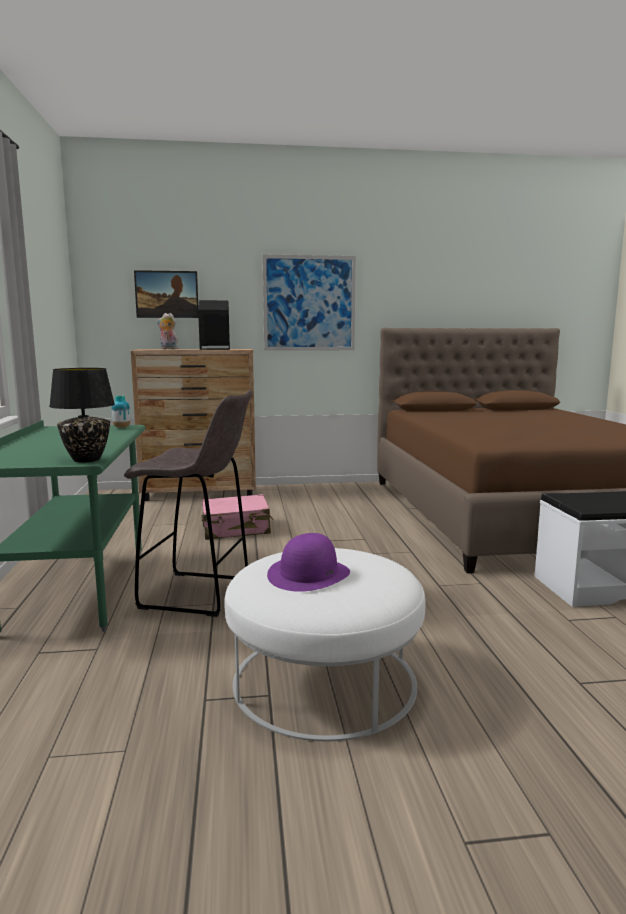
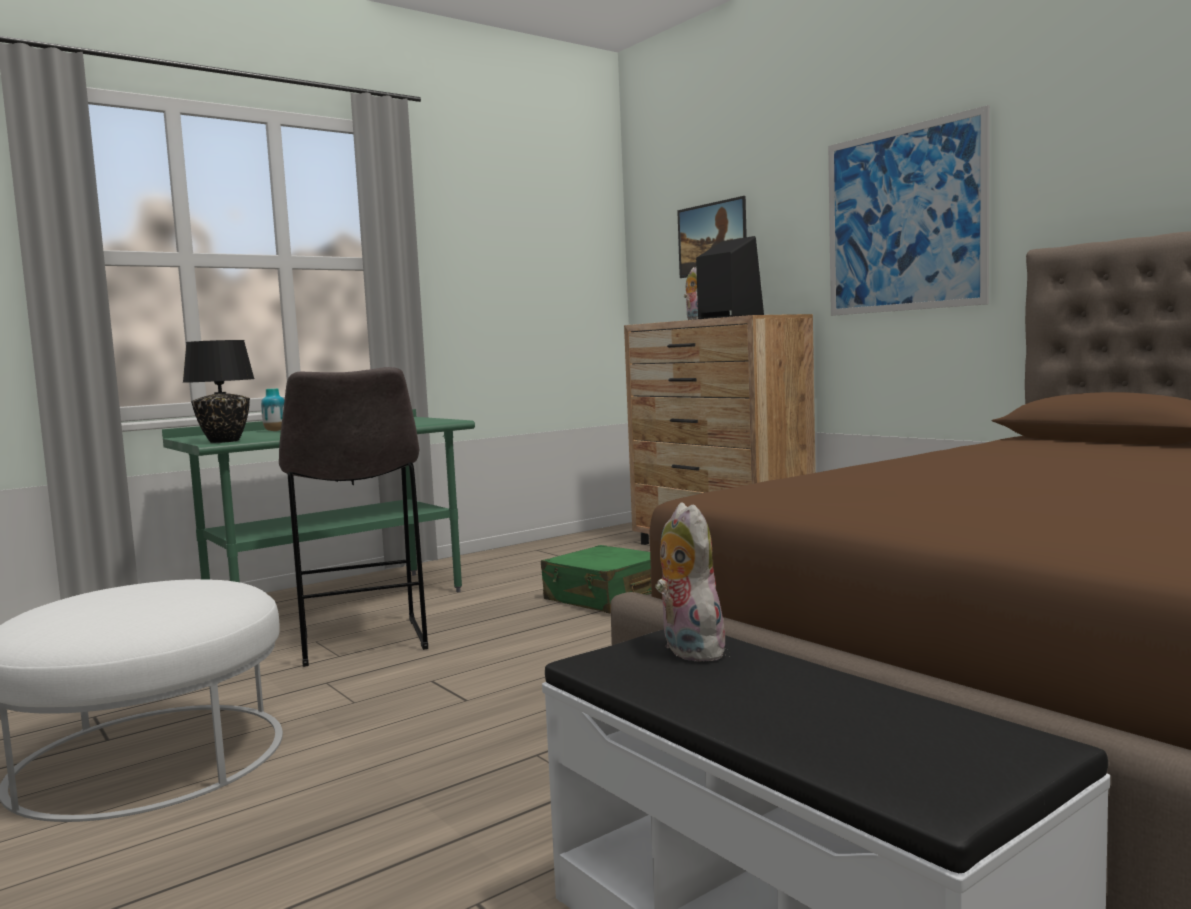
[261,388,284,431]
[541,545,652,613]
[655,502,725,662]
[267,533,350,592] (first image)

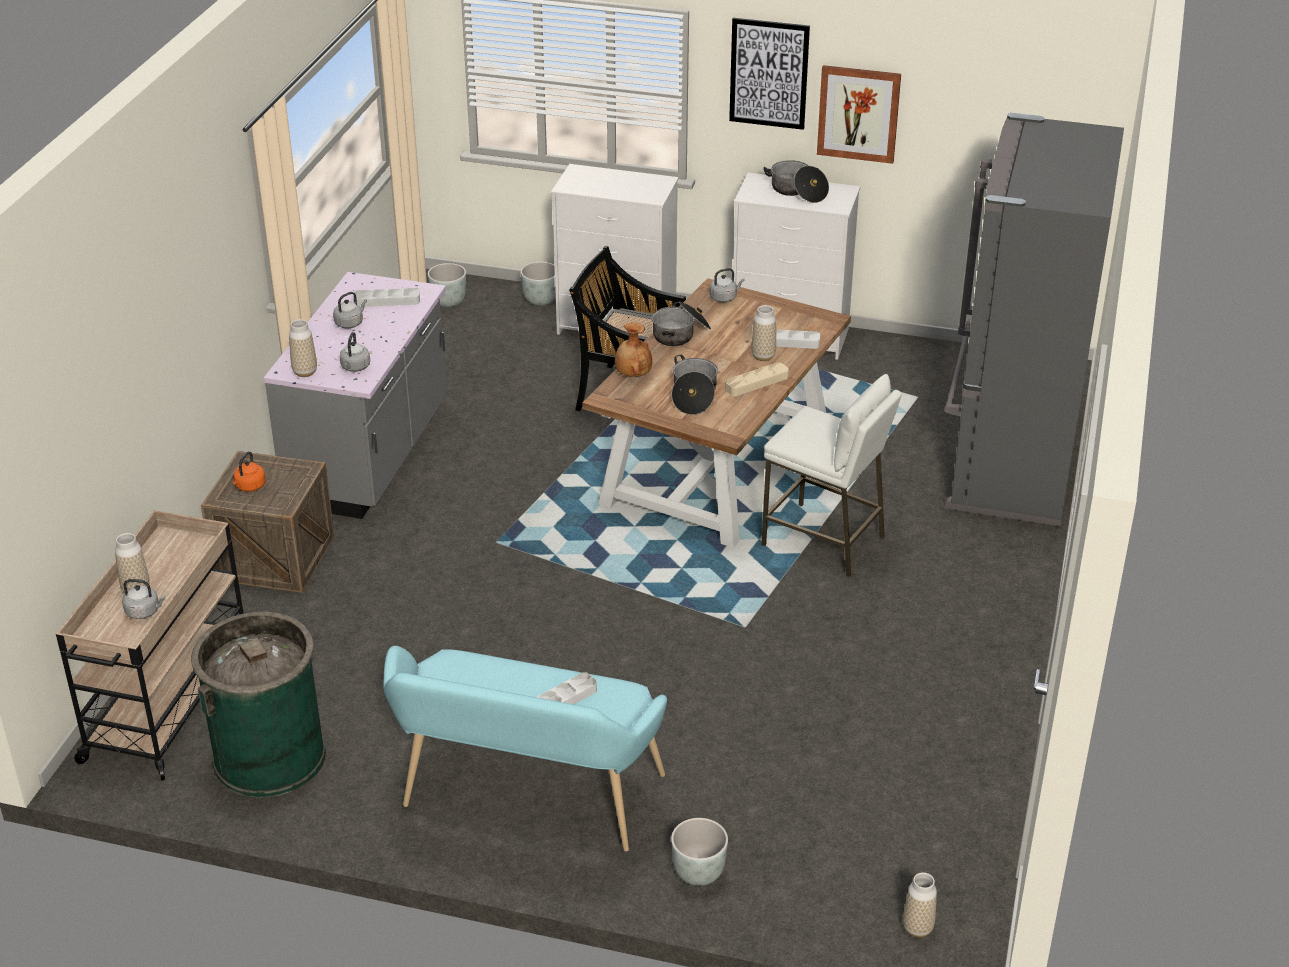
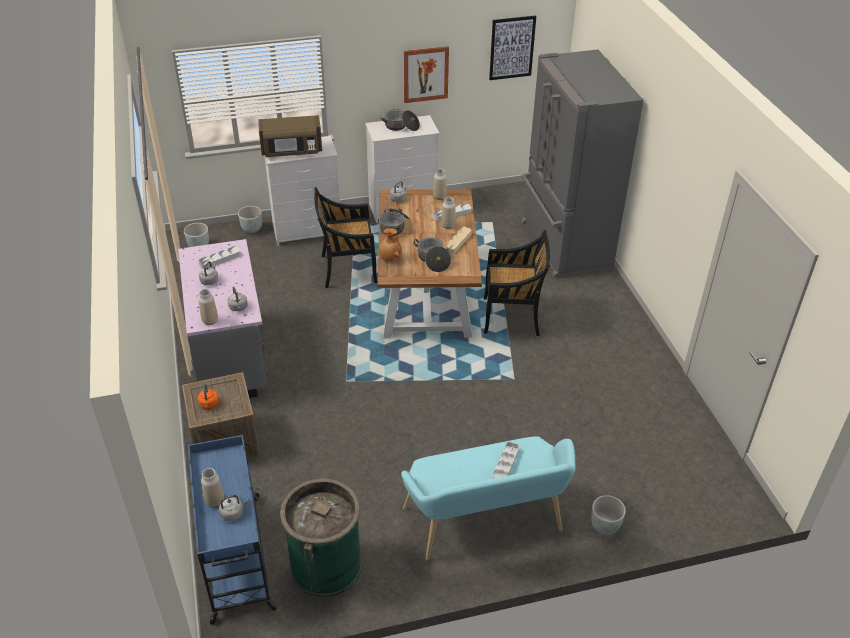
[188,435,276,625]
[258,115,322,157]
[433,168,447,200]
[484,230,550,336]
[489,16,536,80]

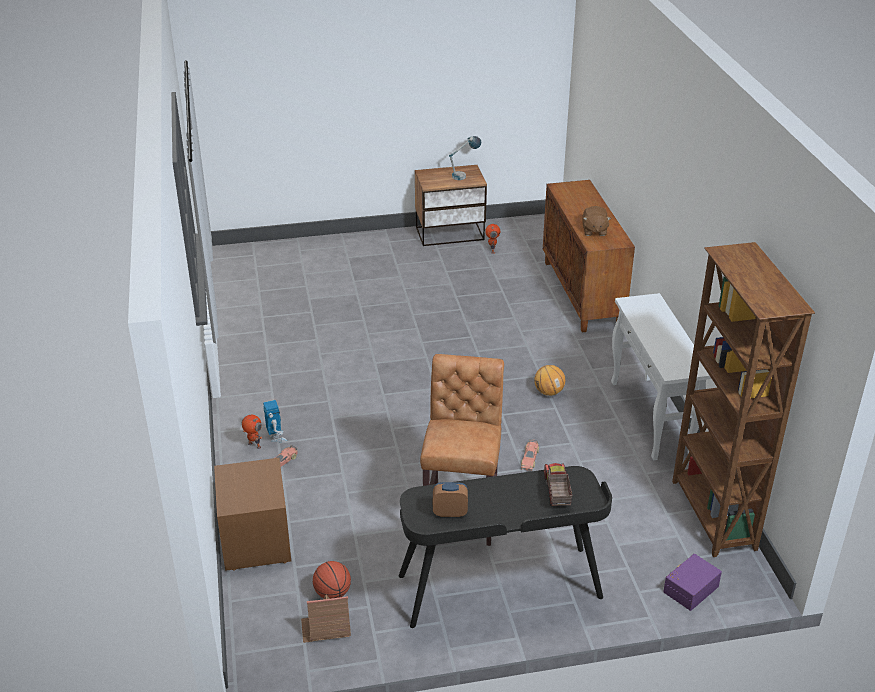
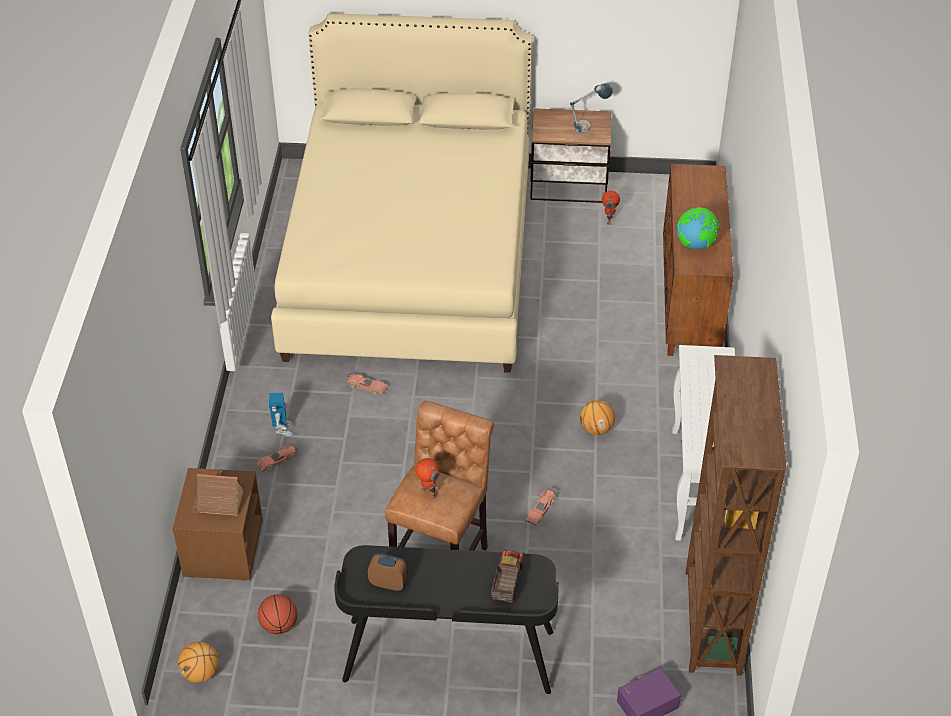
[178,641,219,683]
[192,470,244,516]
[271,13,533,373]
[347,373,387,395]
[416,458,440,498]
[677,207,719,249]

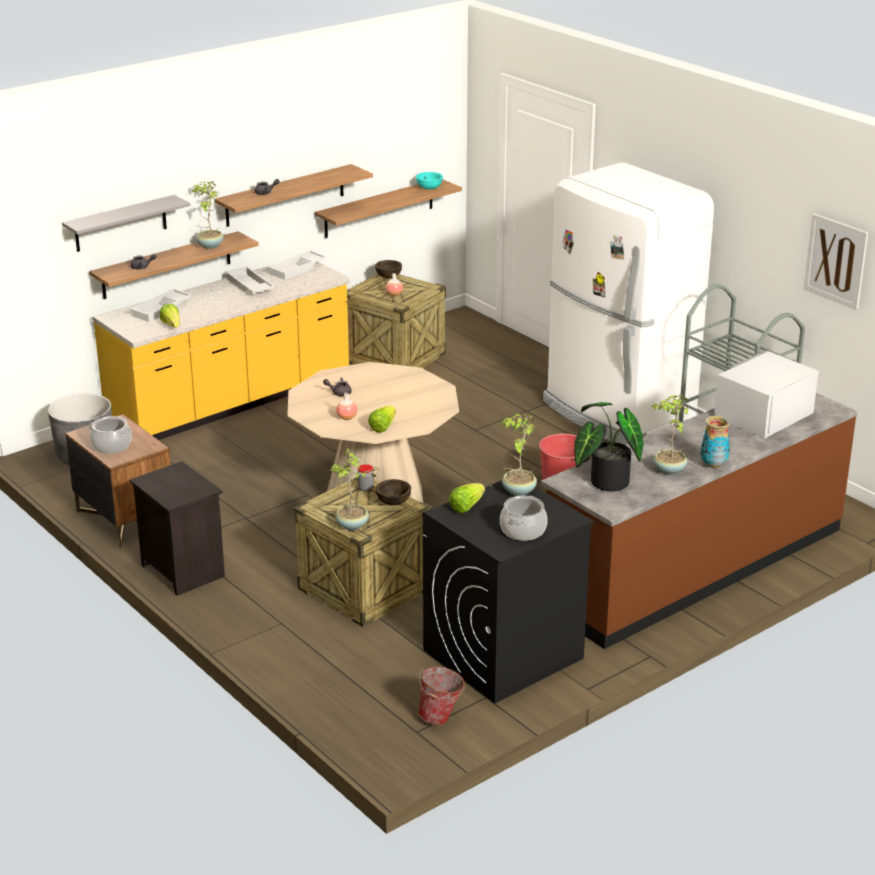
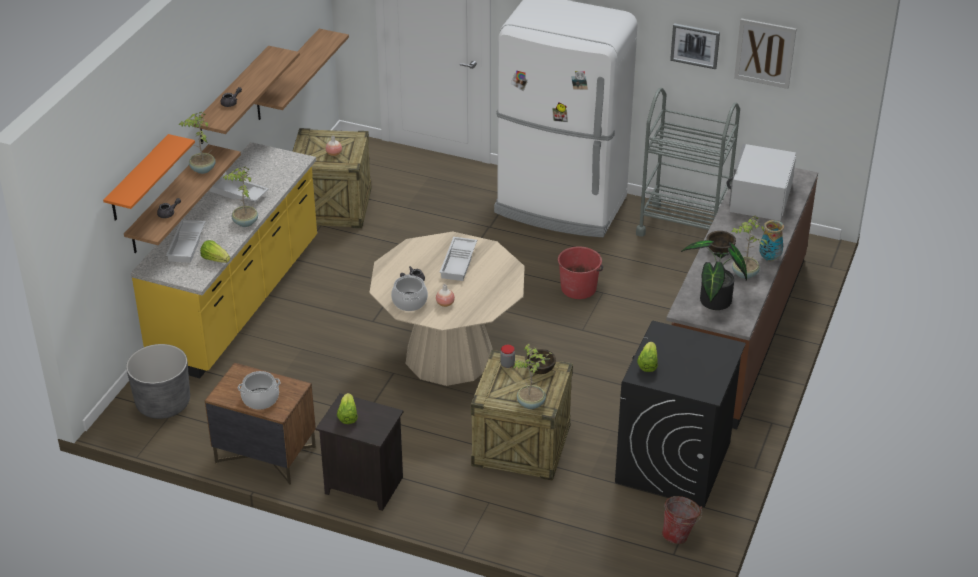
[103,134,195,221]
[223,166,258,227]
[337,393,358,424]
[391,274,428,311]
[439,237,477,281]
[670,23,720,69]
[706,231,736,253]
[416,172,443,189] (first image)

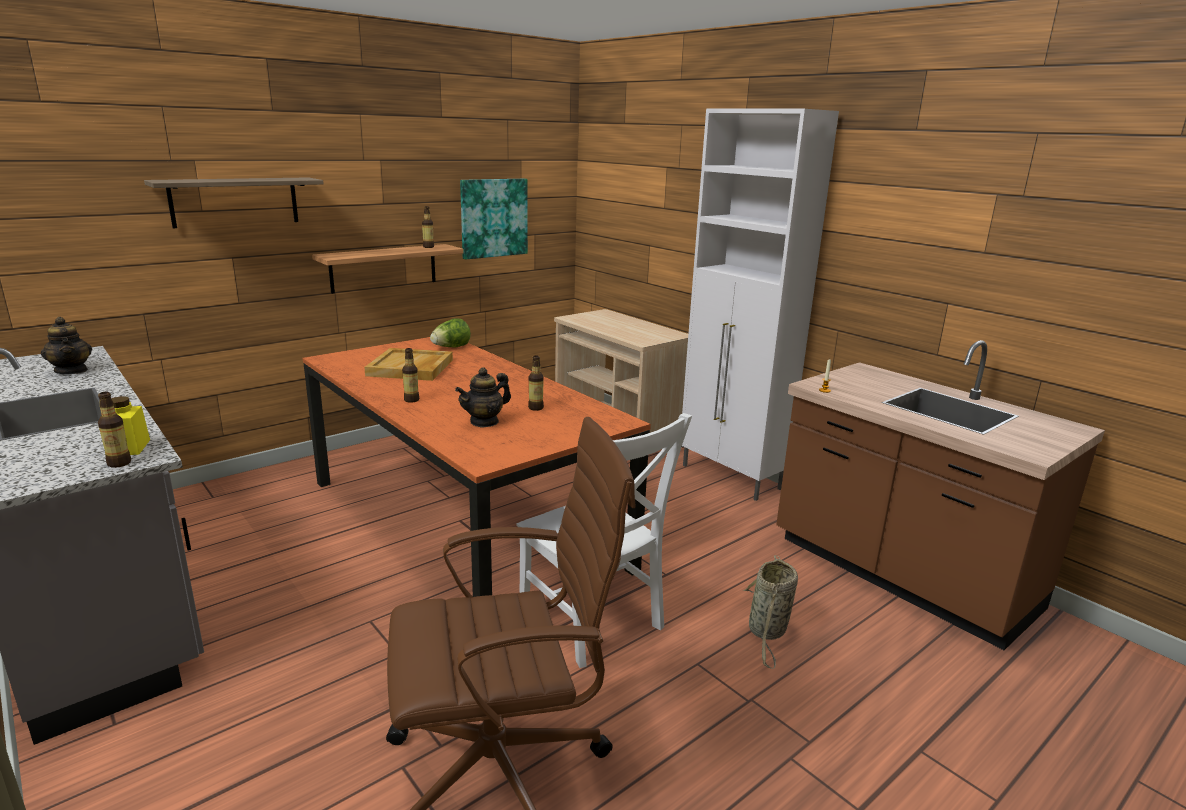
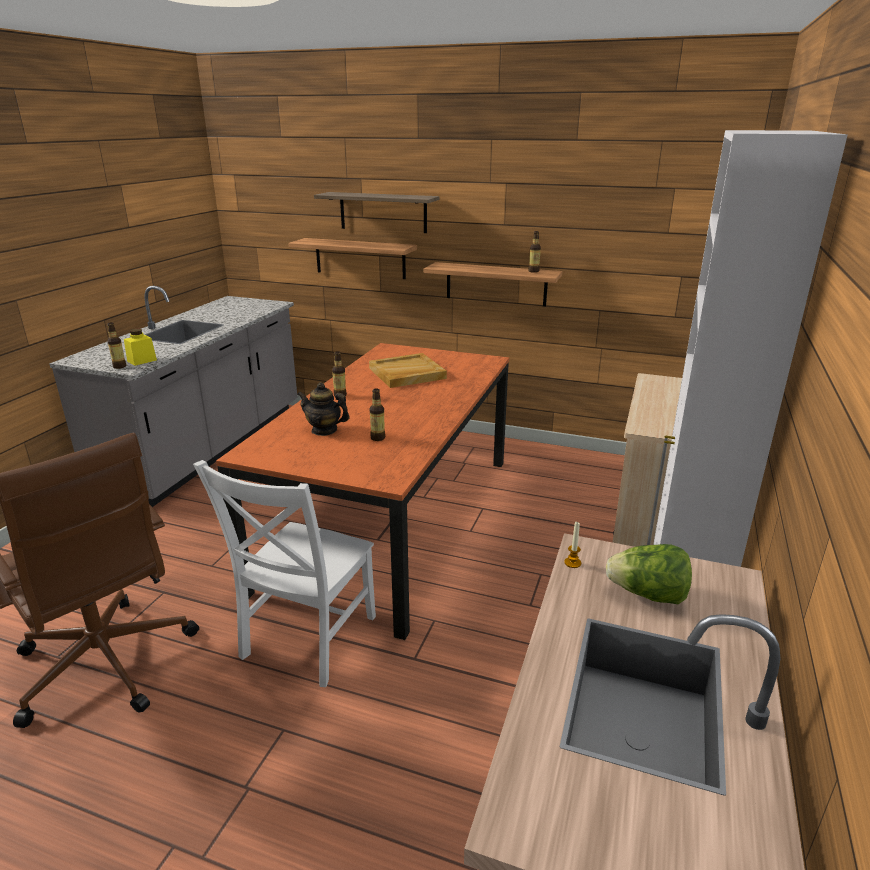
[288,238,417,279]
[606,544,692,604]
[41,317,92,374] (first image)
[460,179,528,260] (first image)
[743,555,798,668] (first image)

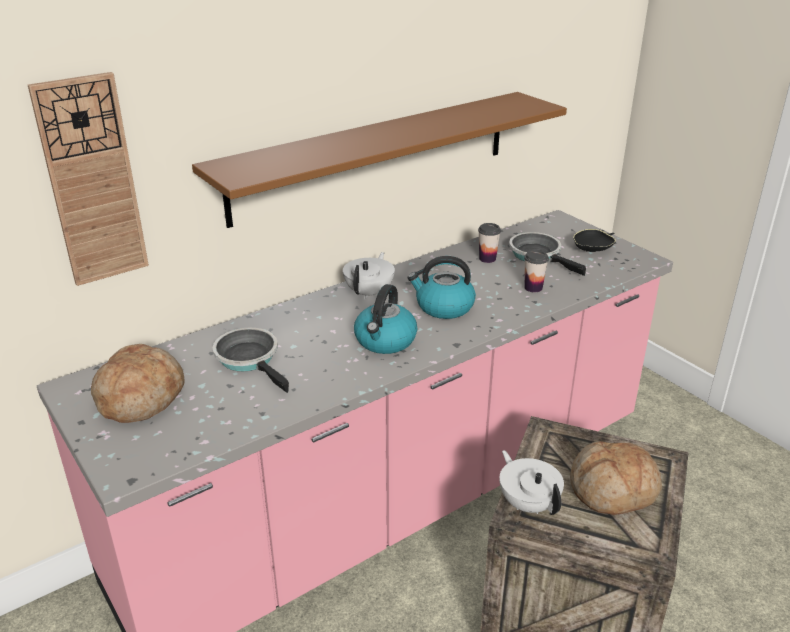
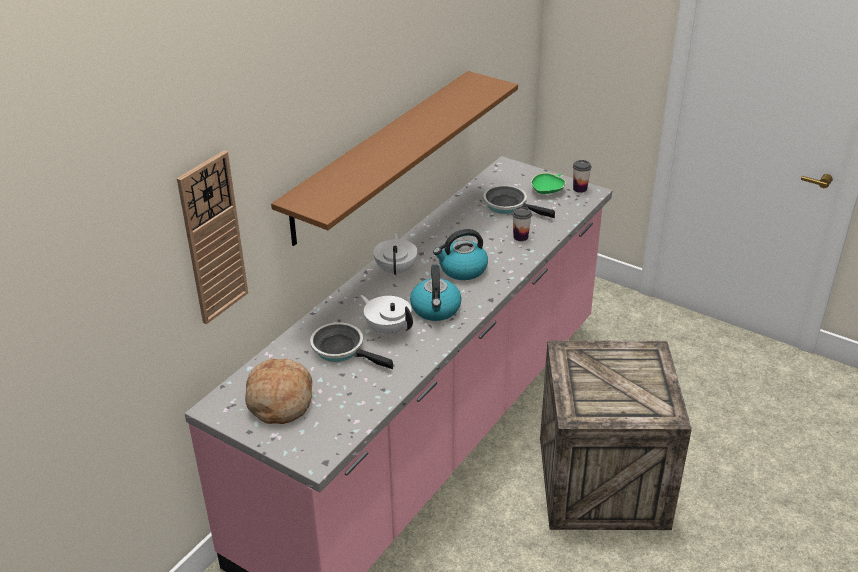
[361,295,413,335]
[531,173,566,194]
[573,160,591,193]
[570,441,662,515] (first image)

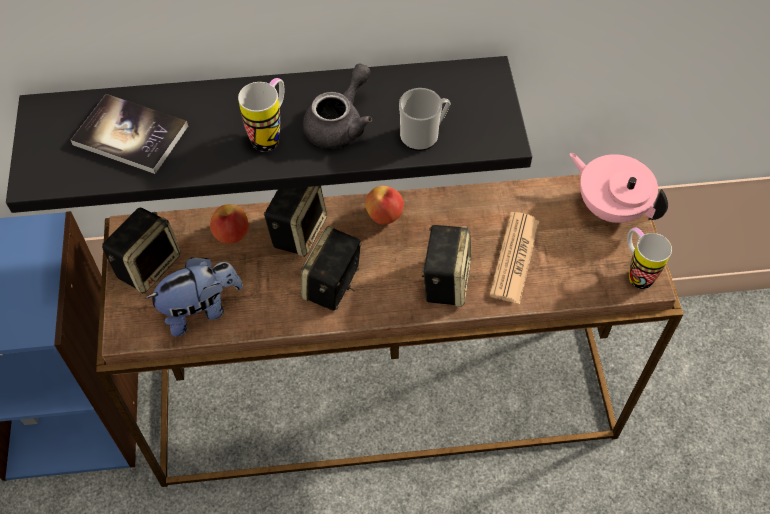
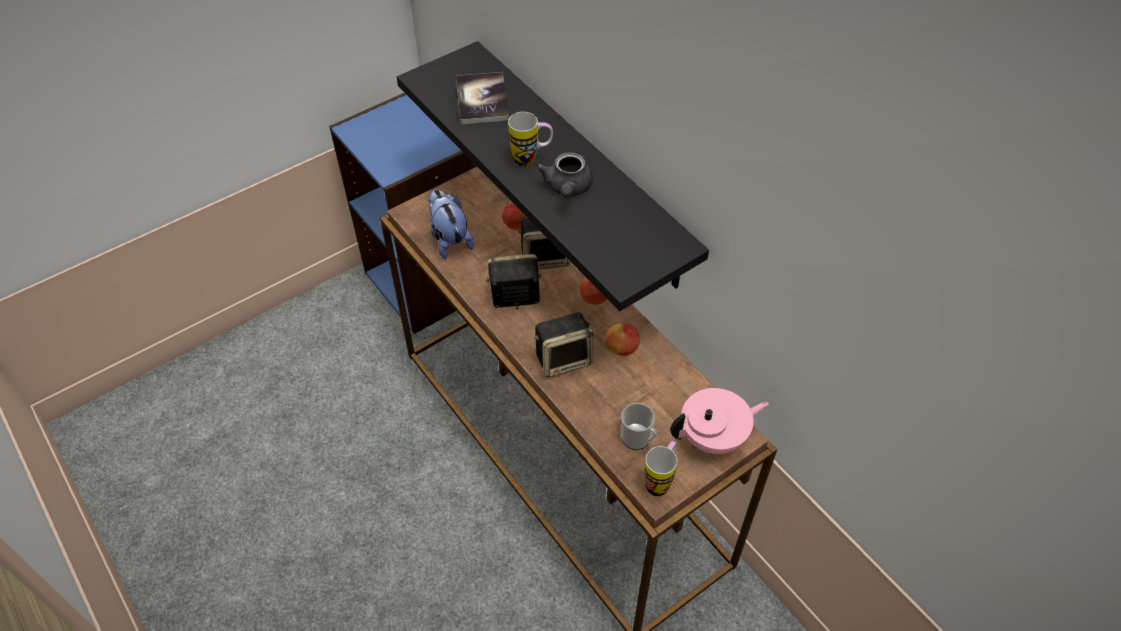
[428,189,474,259]
[536,152,593,198]
[605,323,640,356]
[621,403,658,450]
[670,388,769,454]
[102,208,180,293] (first image)
[489,212,539,304] (first image)

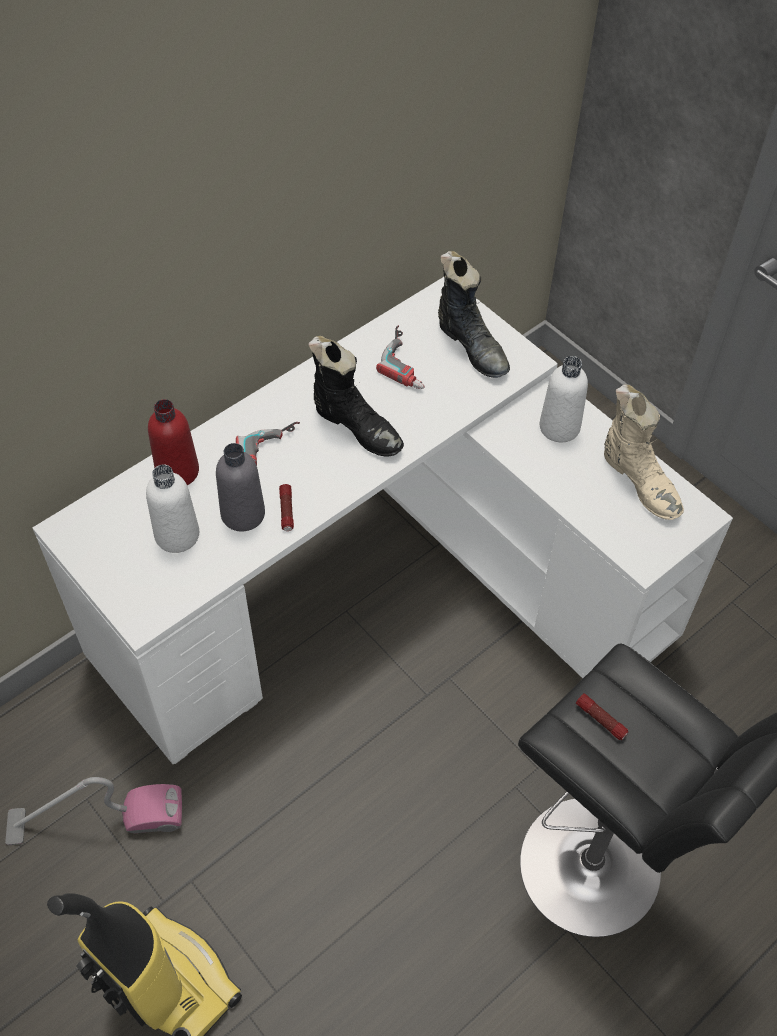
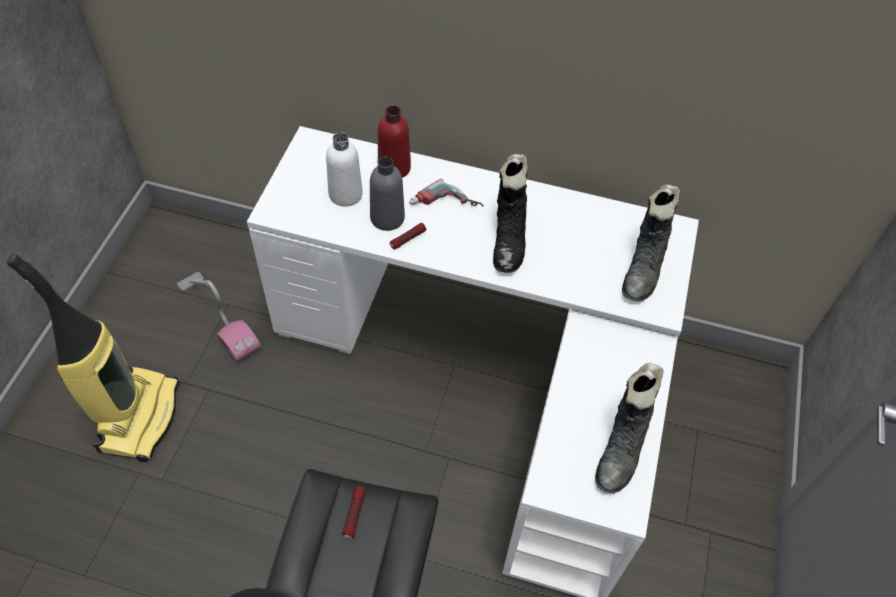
[595,363,664,493]
[376,325,424,389] (first image)
[539,356,588,442] (first image)

